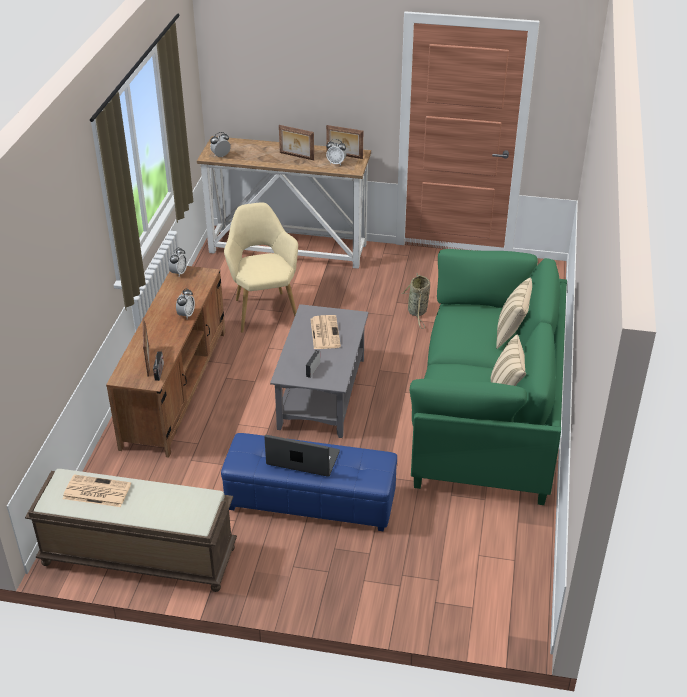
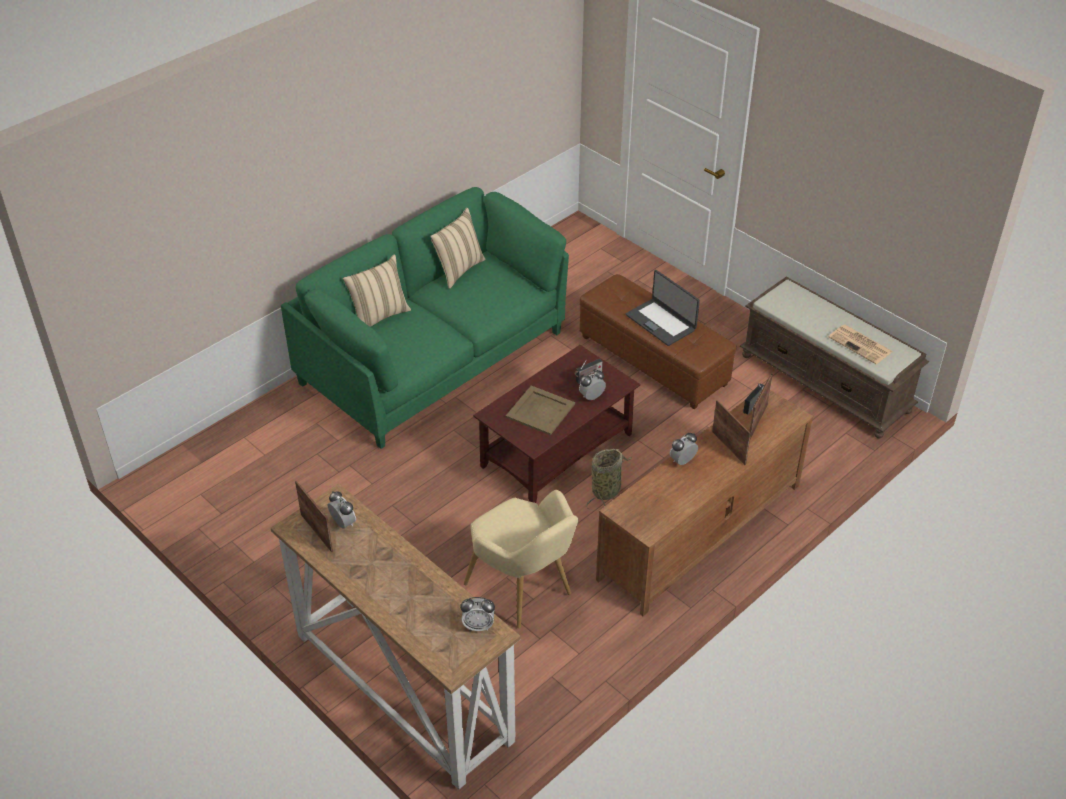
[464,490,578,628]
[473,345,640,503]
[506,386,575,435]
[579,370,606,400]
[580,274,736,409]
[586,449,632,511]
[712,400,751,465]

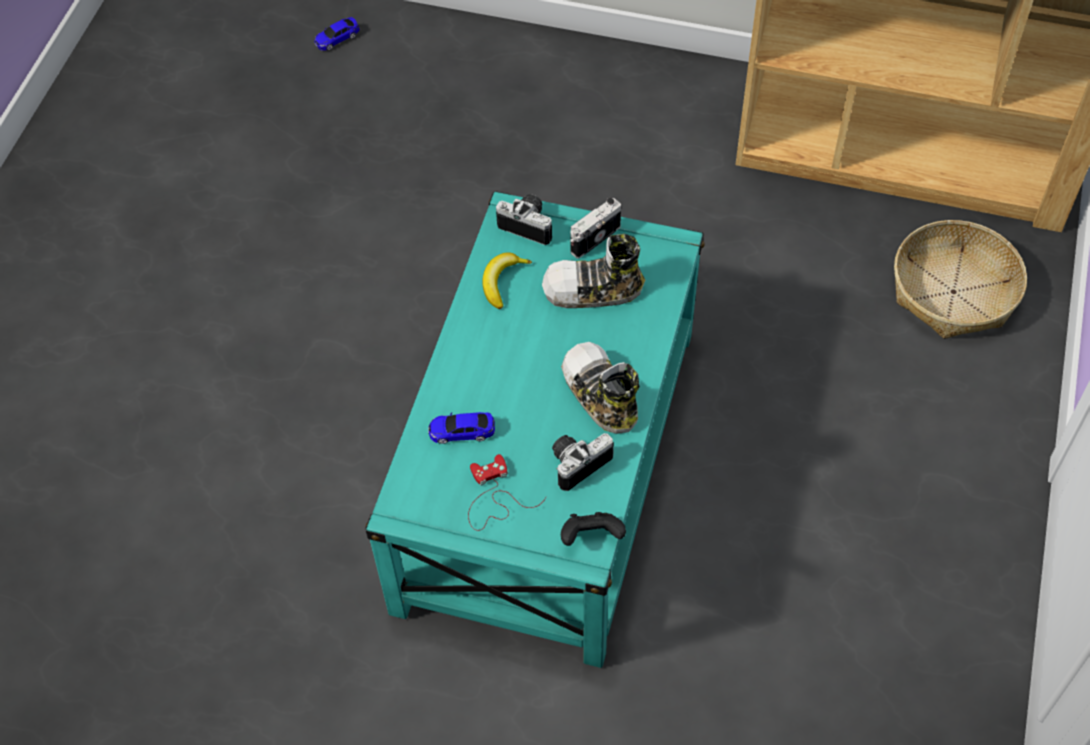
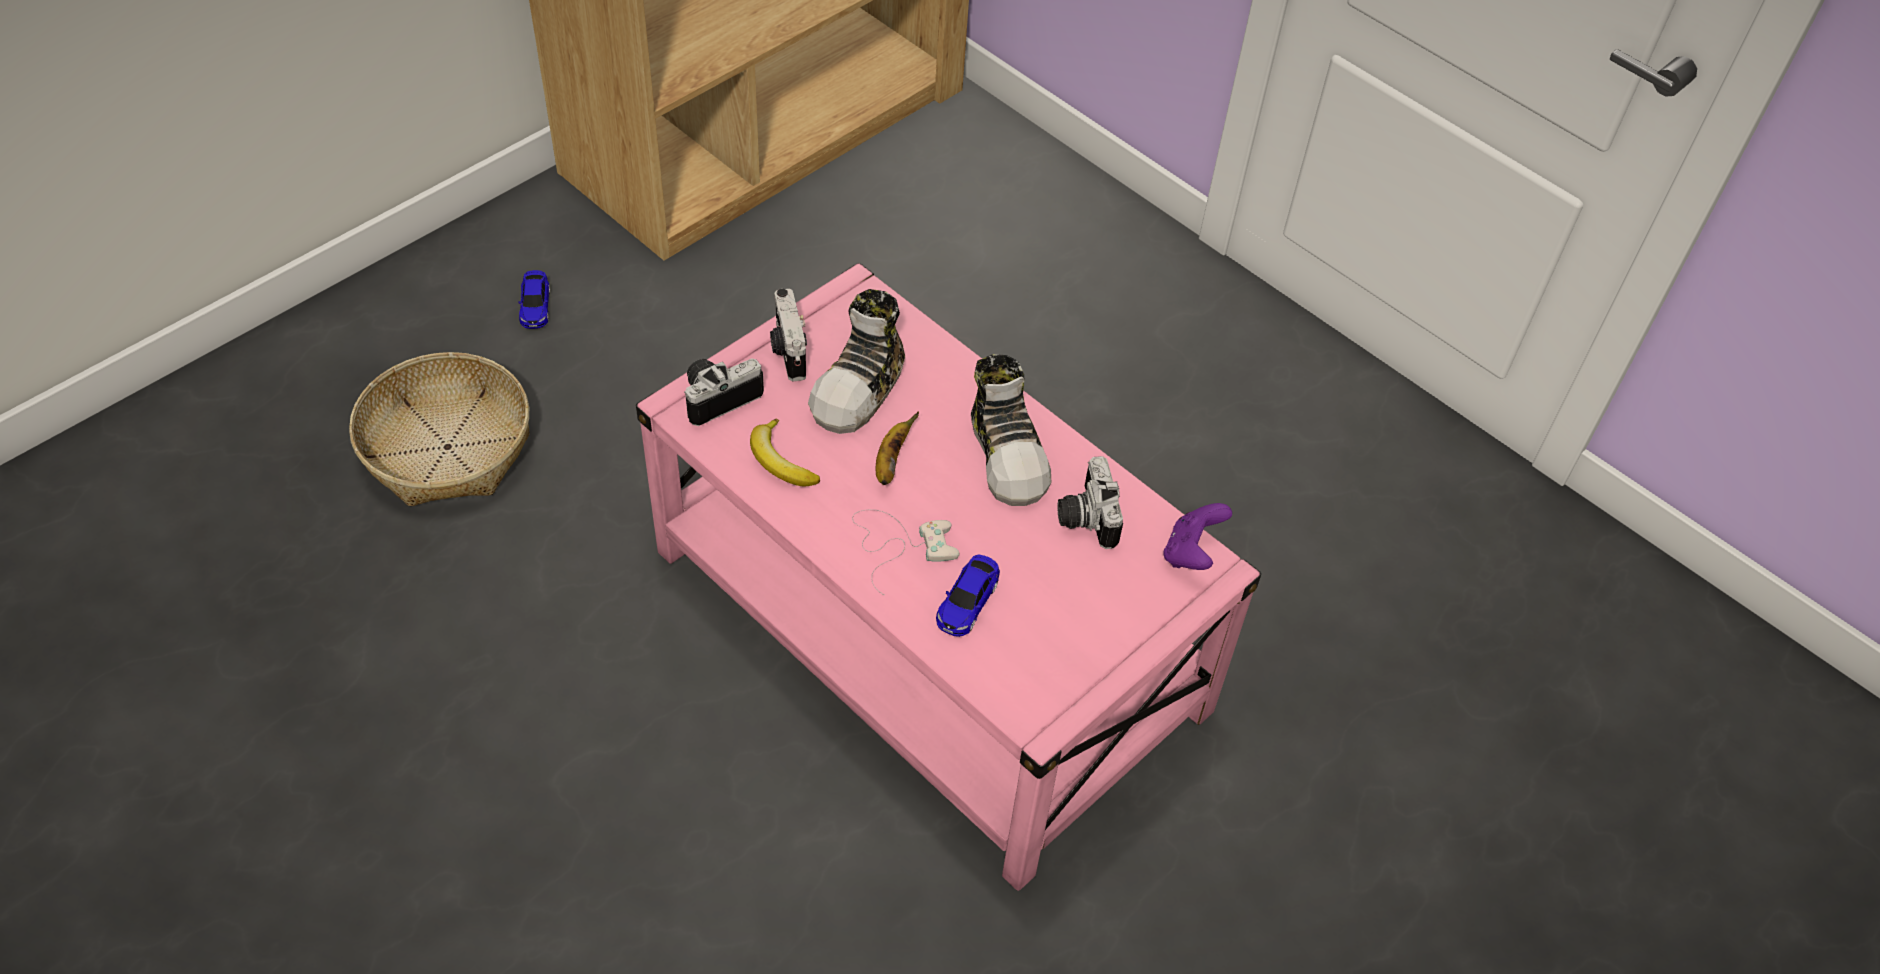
[349,352,529,506]
[518,270,550,329]
[636,263,1261,891]
[852,509,959,595]
[876,412,919,485]
[971,354,1052,506]
[1164,503,1232,570]
[468,454,546,531] (first image)

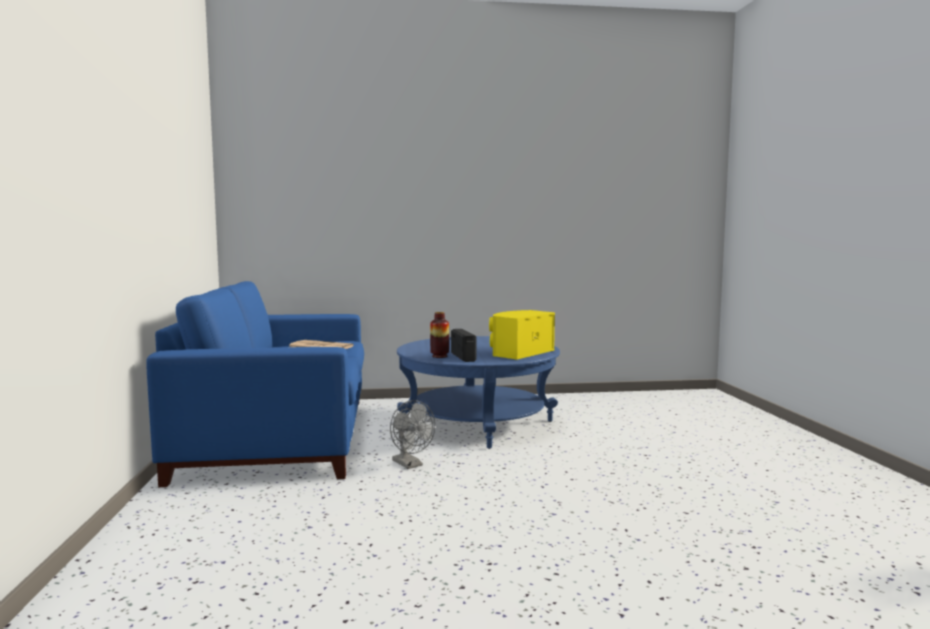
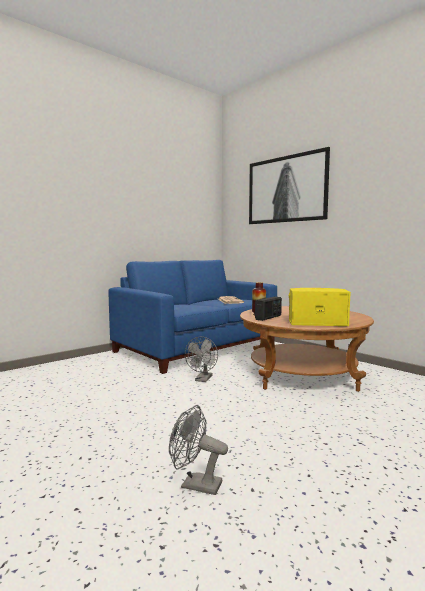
[169,405,228,495]
[240,306,374,392]
[249,147,330,224]

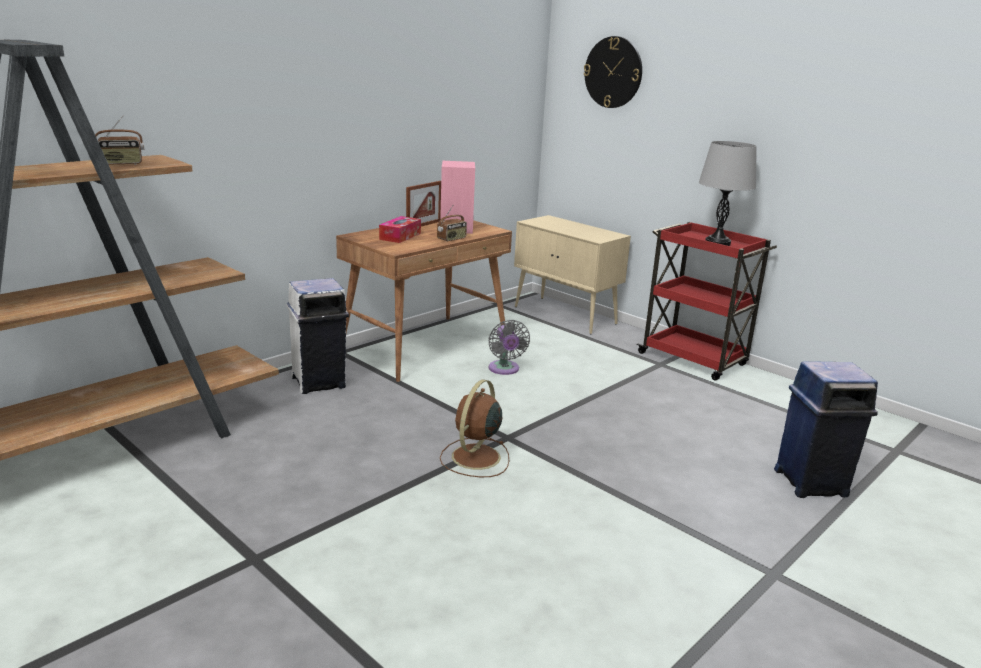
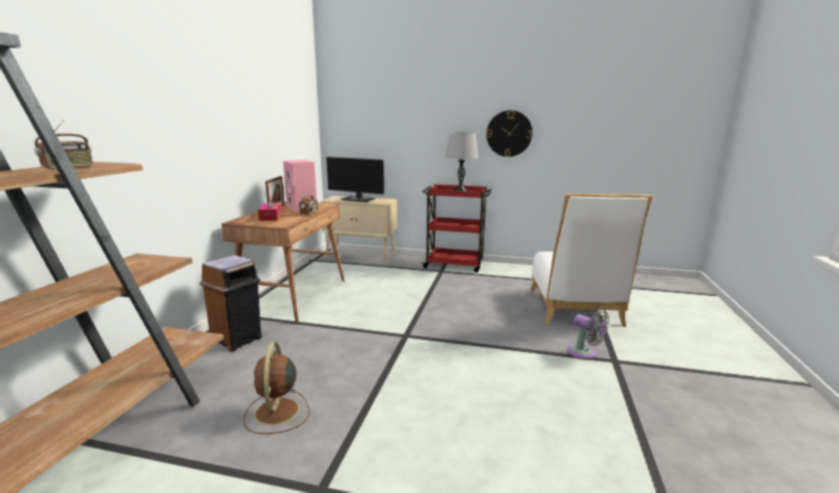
[200,255,262,352]
[244,342,310,434]
[326,157,384,202]
[487,110,533,157]
[530,194,652,327]
[567,308,610,360]

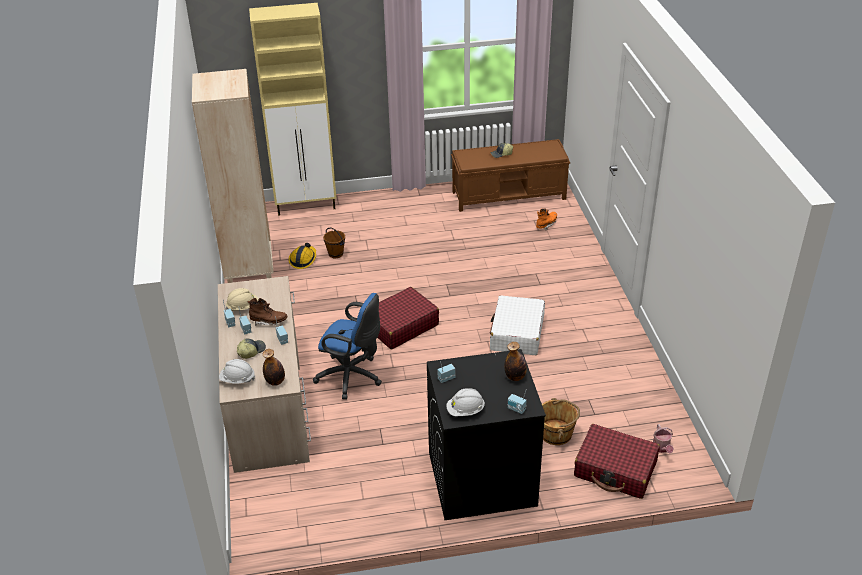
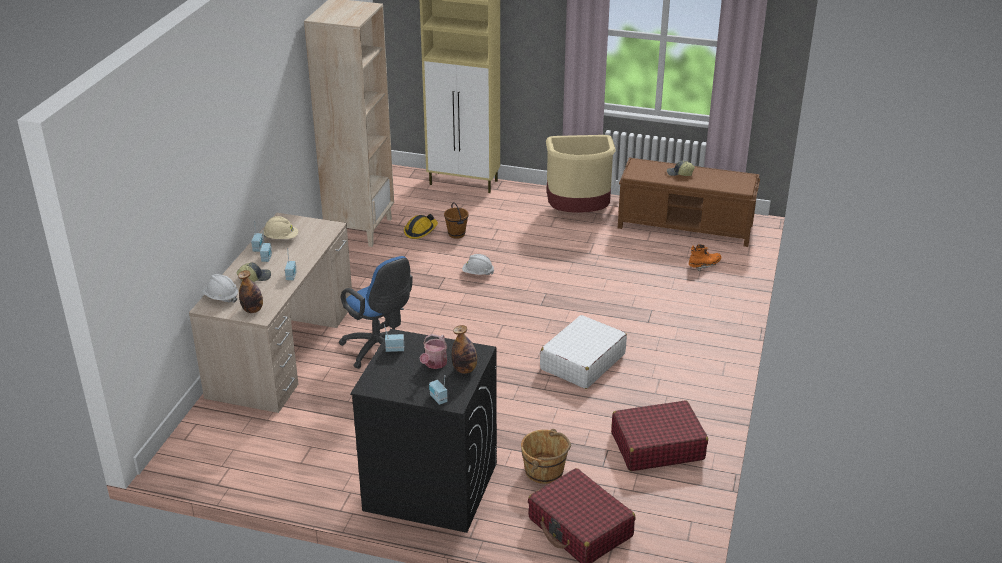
[420,334,447,369]
[462,254,494,275]
[546,135,616,213]
[611,400,708,471]
[247,298,288,325] (first image)

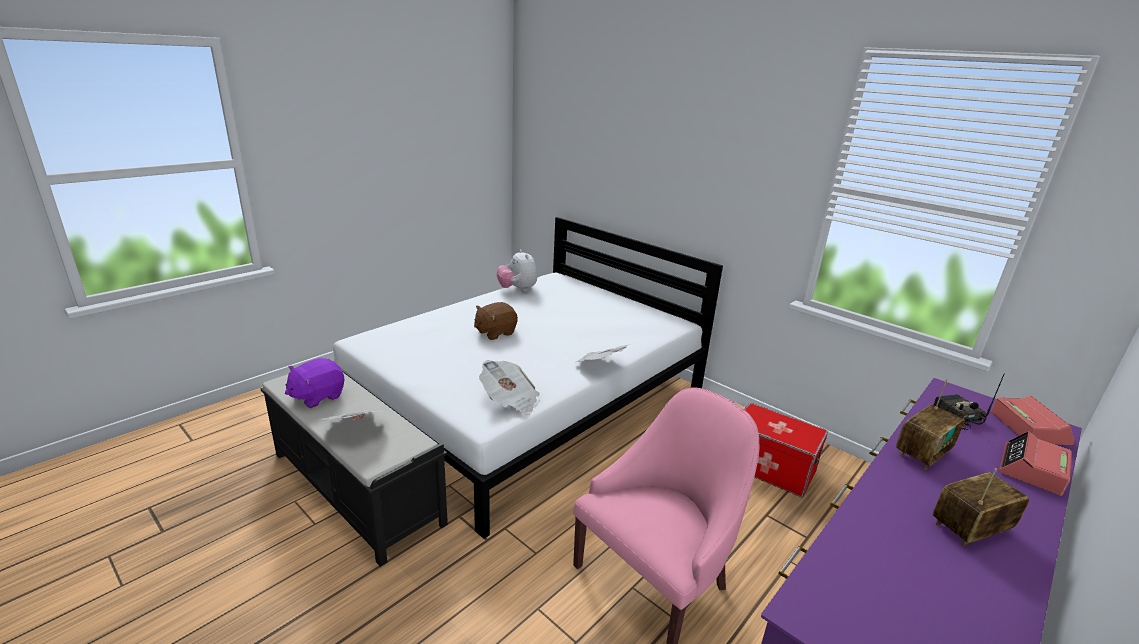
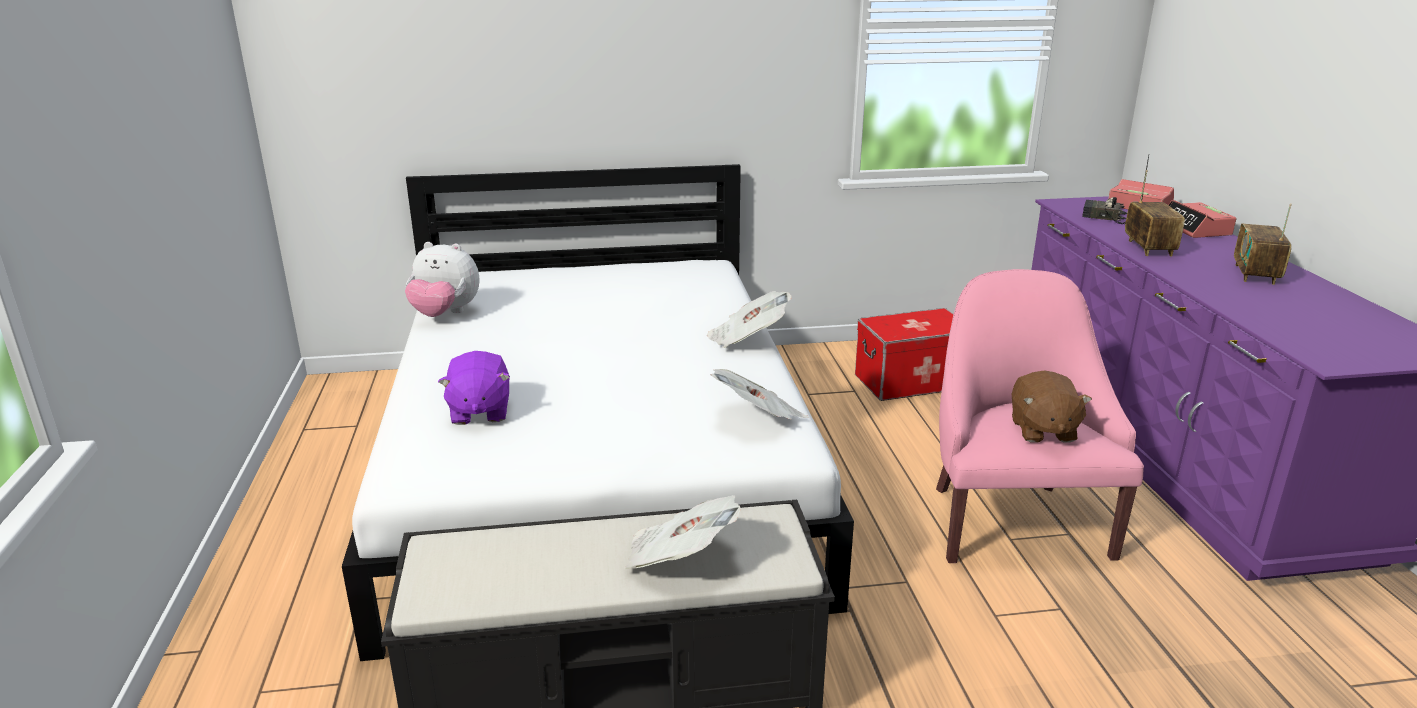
[438,351,510,425]
[1012,370,1092,443]

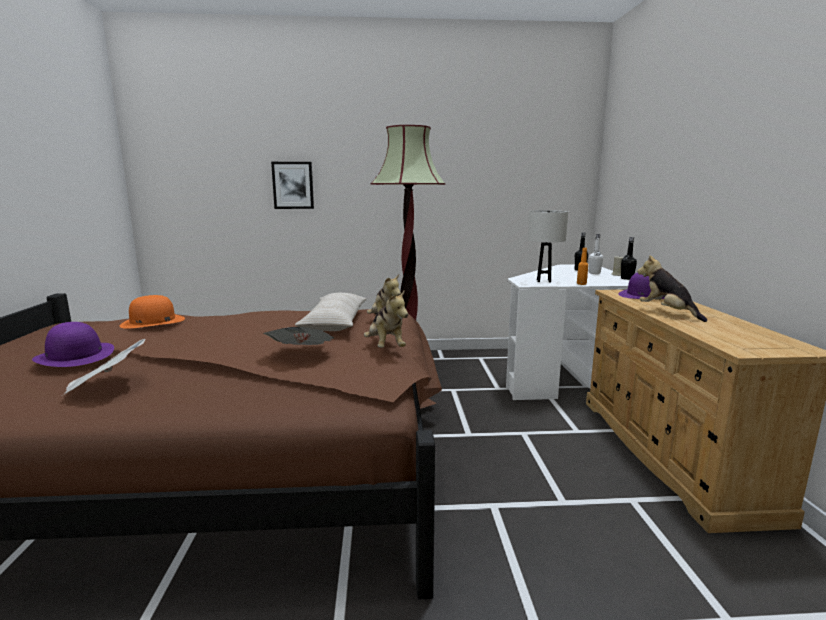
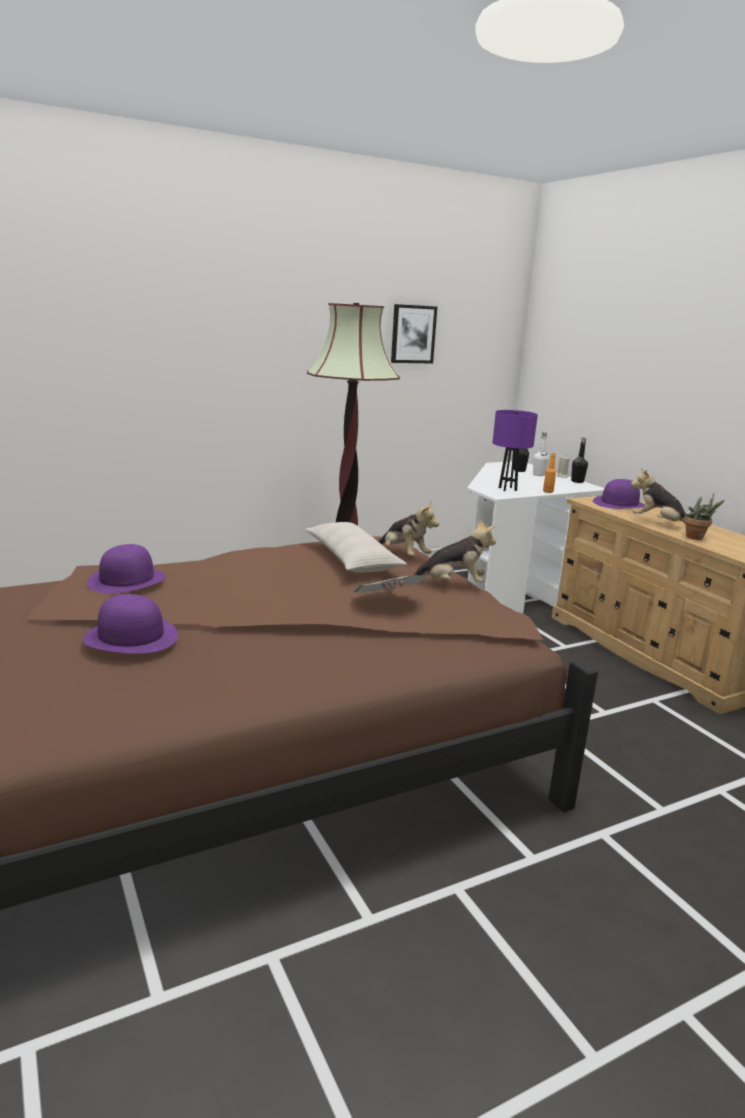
[87,544,166,594]
[391,304,437,363]
[414,519,496,583]
[493,410,538,491]
[684,494,725,540]
[65,339,146,394] (first image)

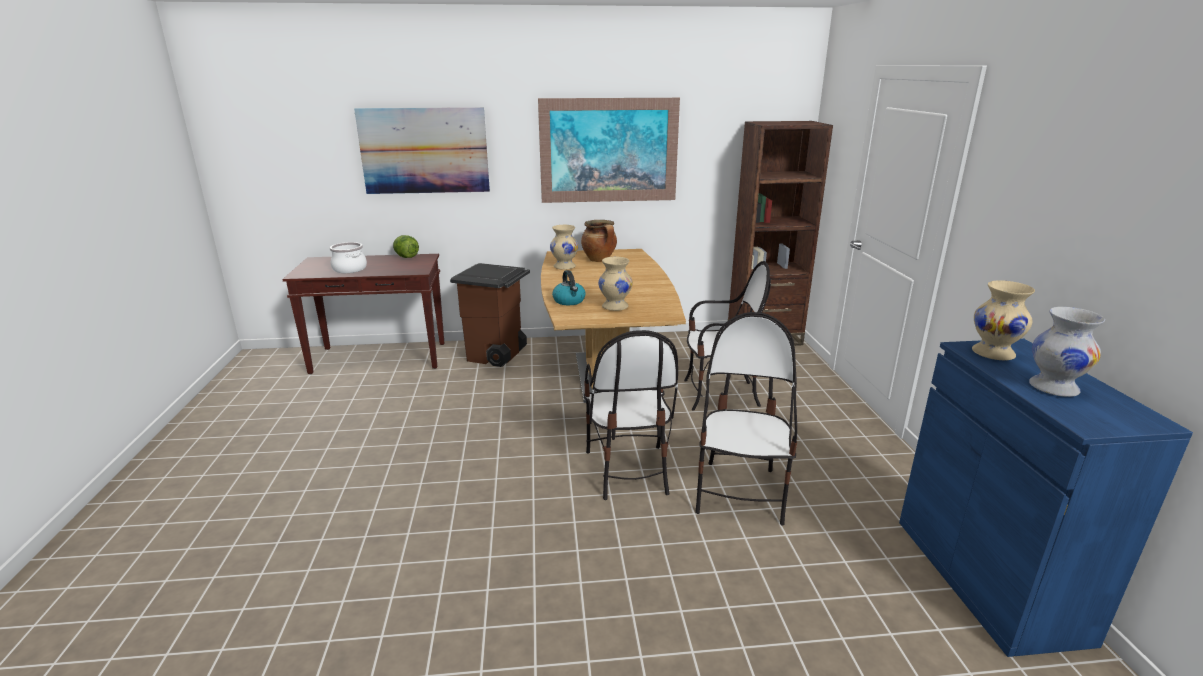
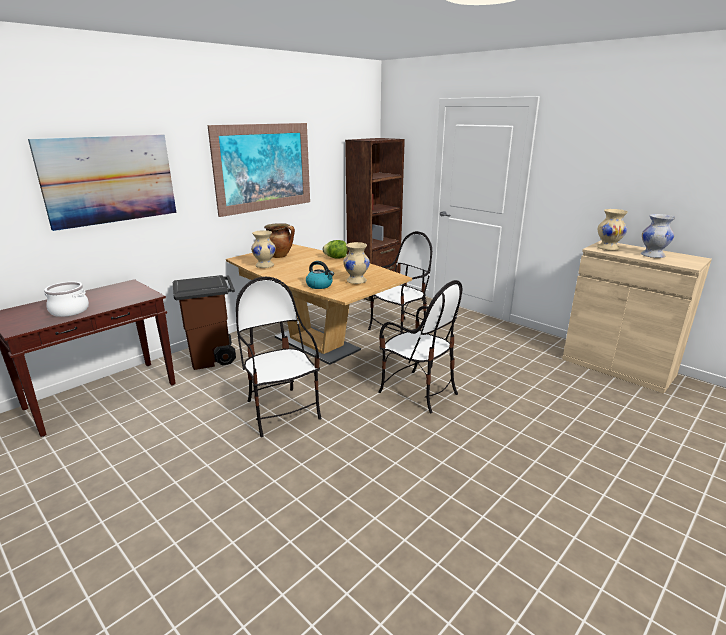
[236,277,321,437]
[322,240,348,259]
[562,240,712,394]

